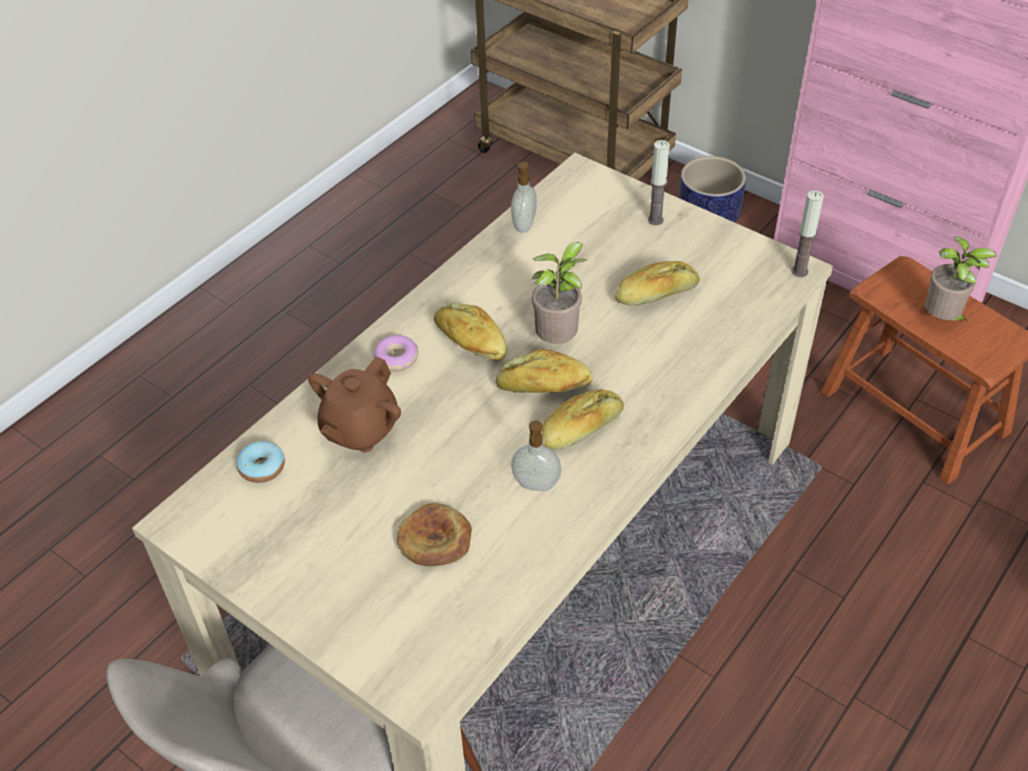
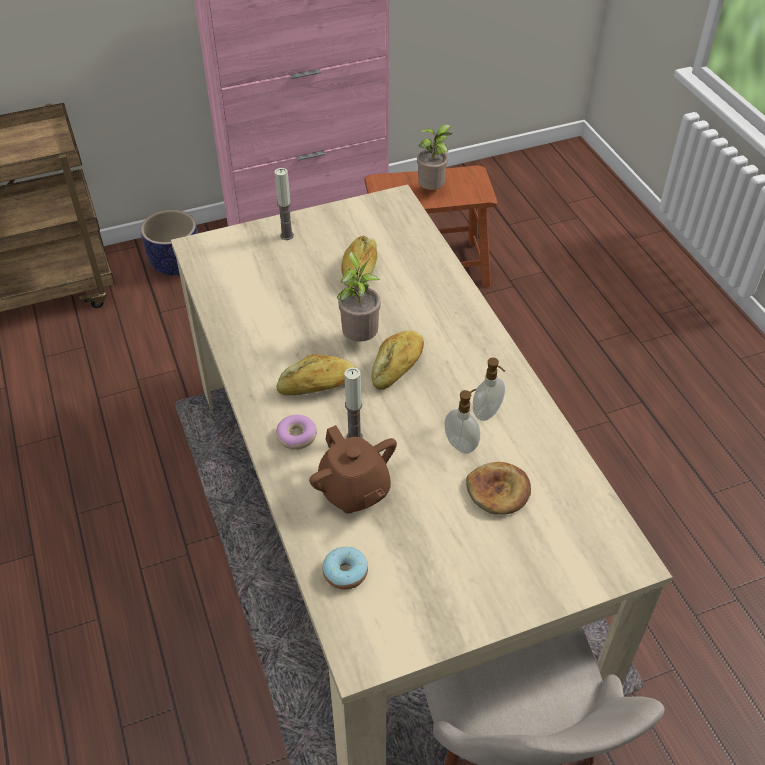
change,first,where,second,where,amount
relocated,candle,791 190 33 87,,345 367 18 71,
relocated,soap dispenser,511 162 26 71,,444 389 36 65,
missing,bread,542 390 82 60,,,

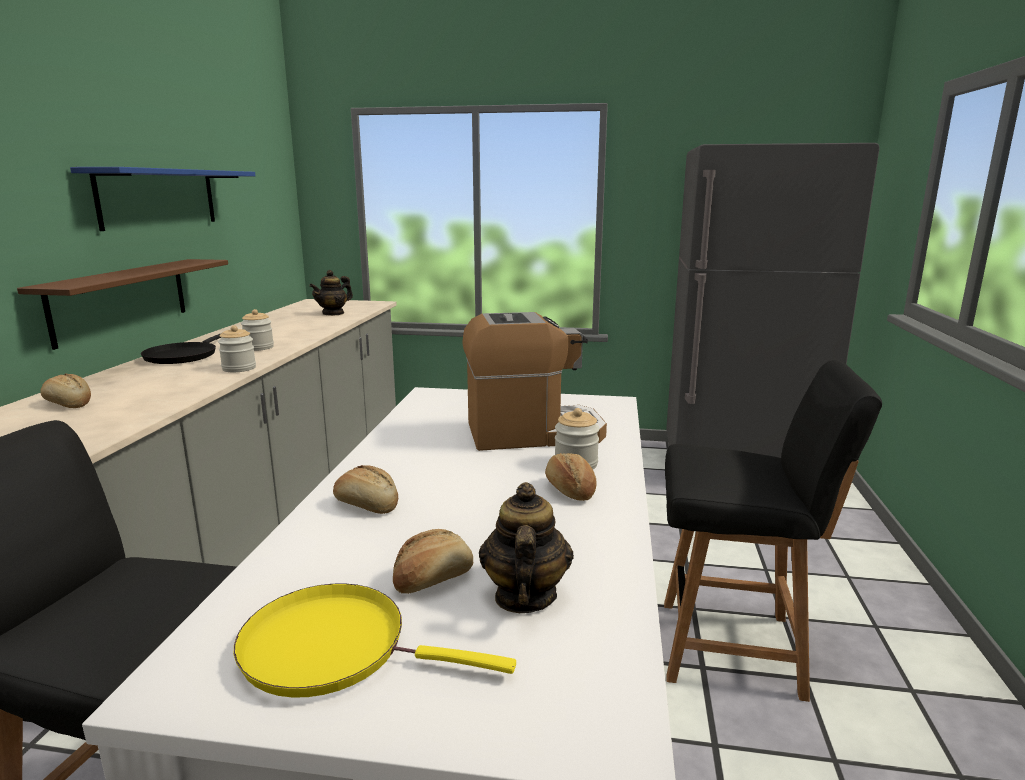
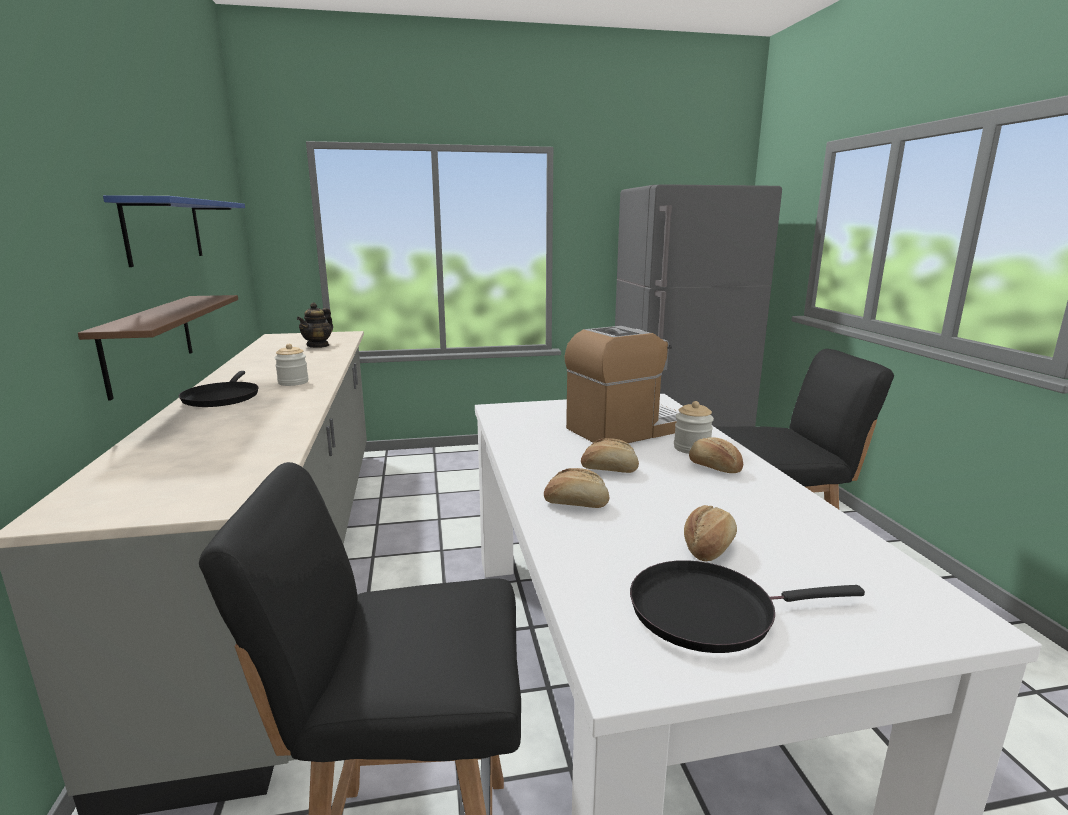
change,first,where,second,where,amount
relocated,bread,40 374 51 34,,581 438 58 35,
colour,frying pan (yellow),234 583 282 115,frying pan (black),630 560 235 93,
missing,jar,218 325 38 47,,,
missing,teapot,479 482 95 131,,,

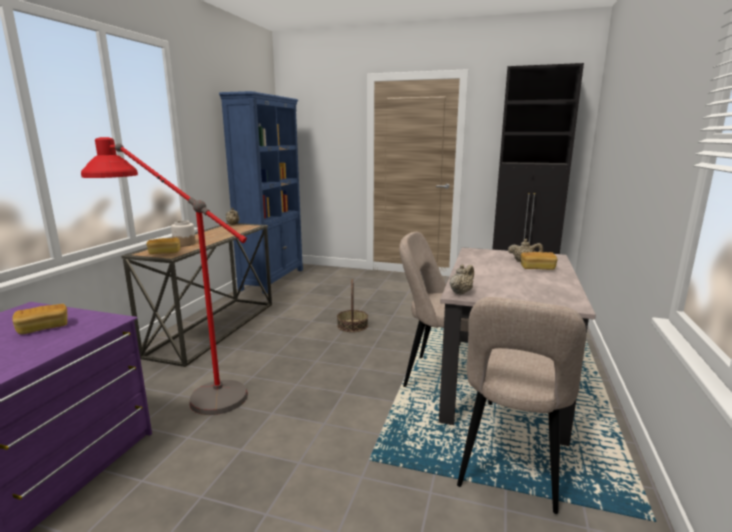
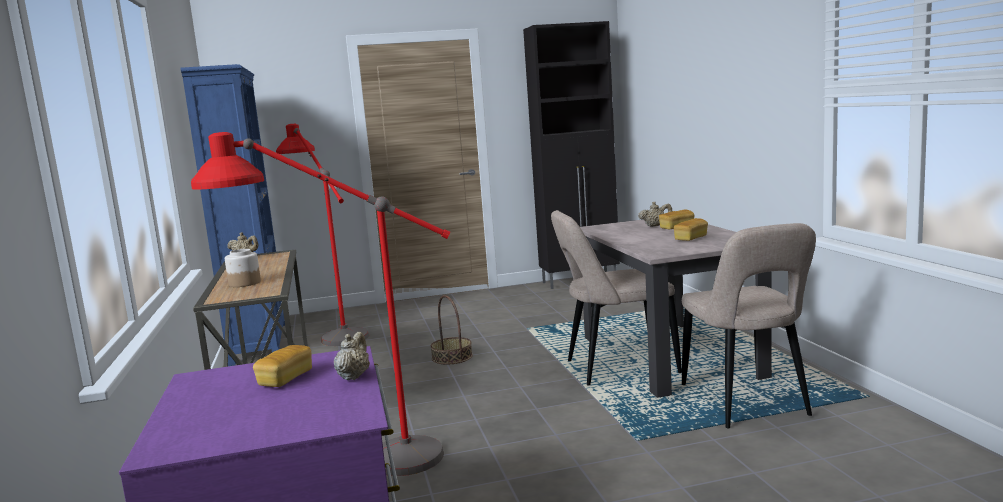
change,first,where,second,where,amount
appeared,,,floor lamp (red),276 124 93 222,
relocated,teapot (beige),450 264 24 31,,334 332 36 48,
relocated,bread,146 238 34 16,,674 218 34 23,

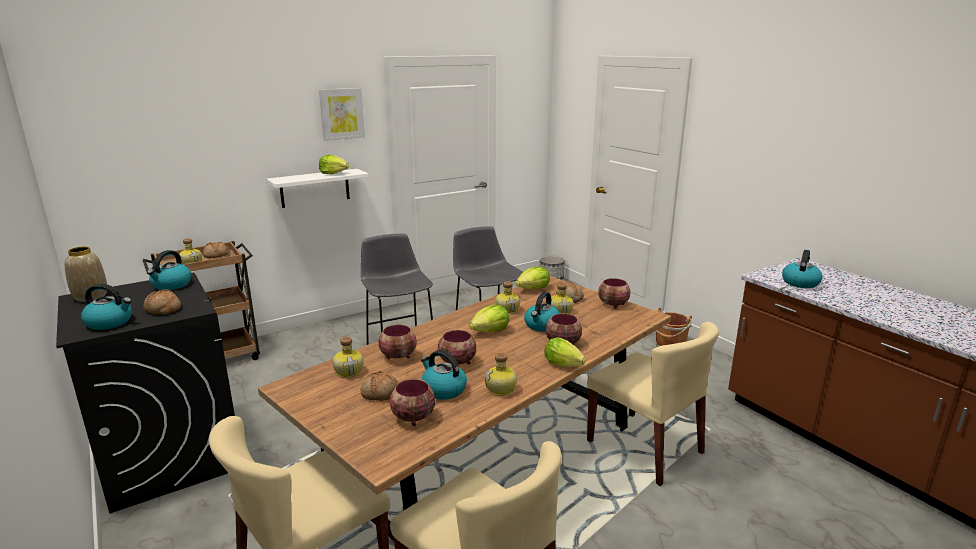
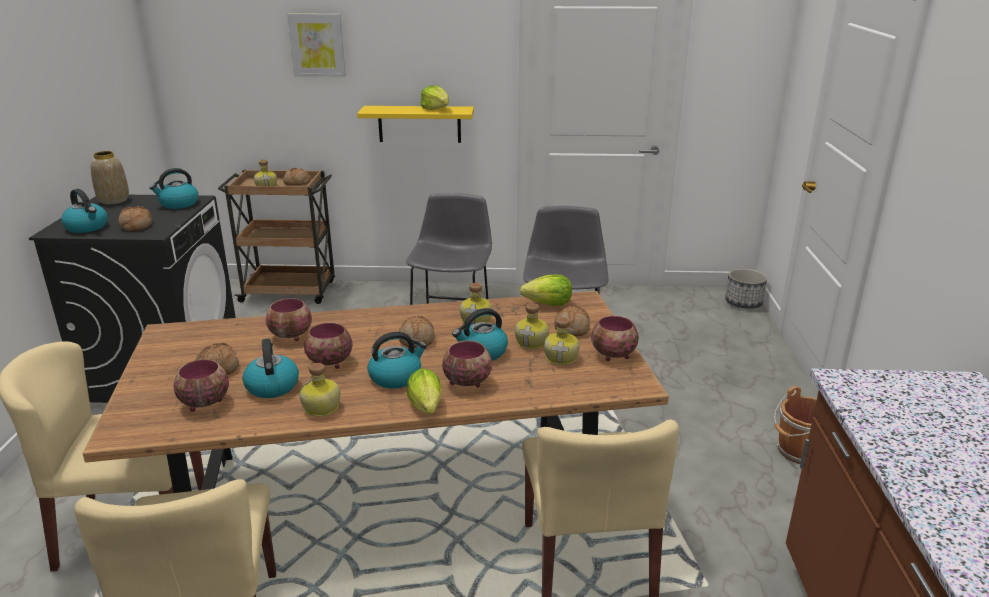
change,first,where,second,where,amount
relocated,picture,319 88 46 53,,287 14 59 63,
colour,shelf (white),266 169 103 39,shelf (yellow),357 106 117 37,
relocated,kettle,782 250 41 38,,367 332 60 57,
exchanged,lettuce,469 305 41 27,bread,399 316 36 32,
relocated,bottle,332 337 32 41,,544 317 36 48,

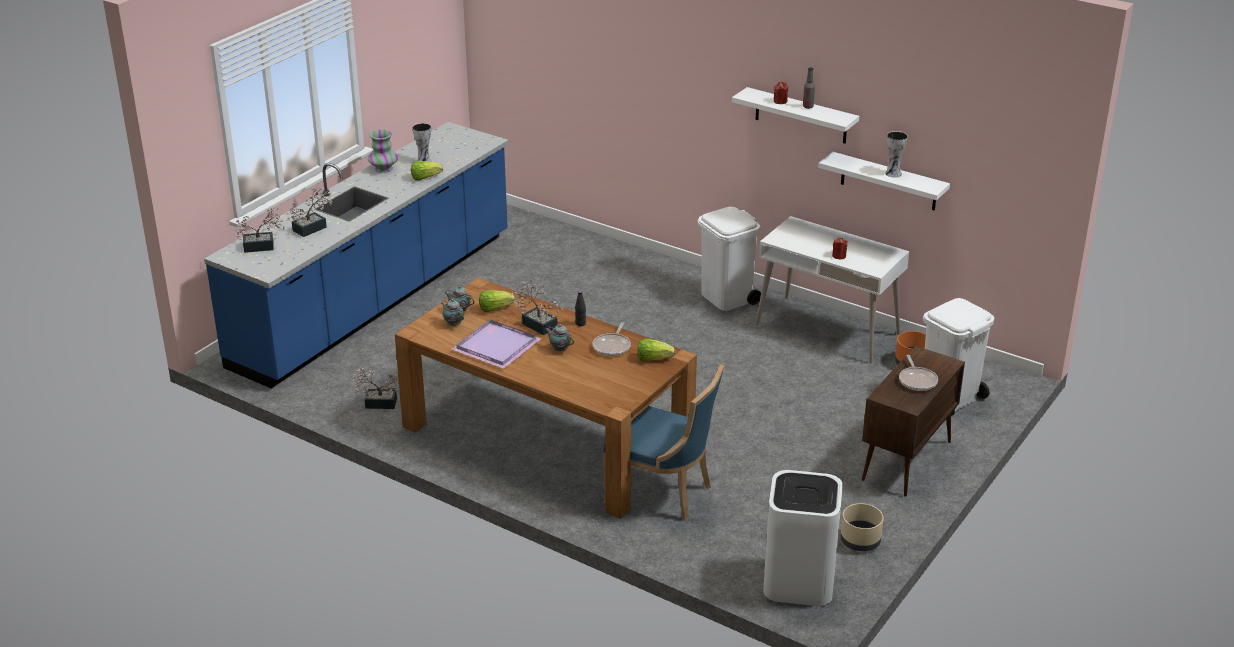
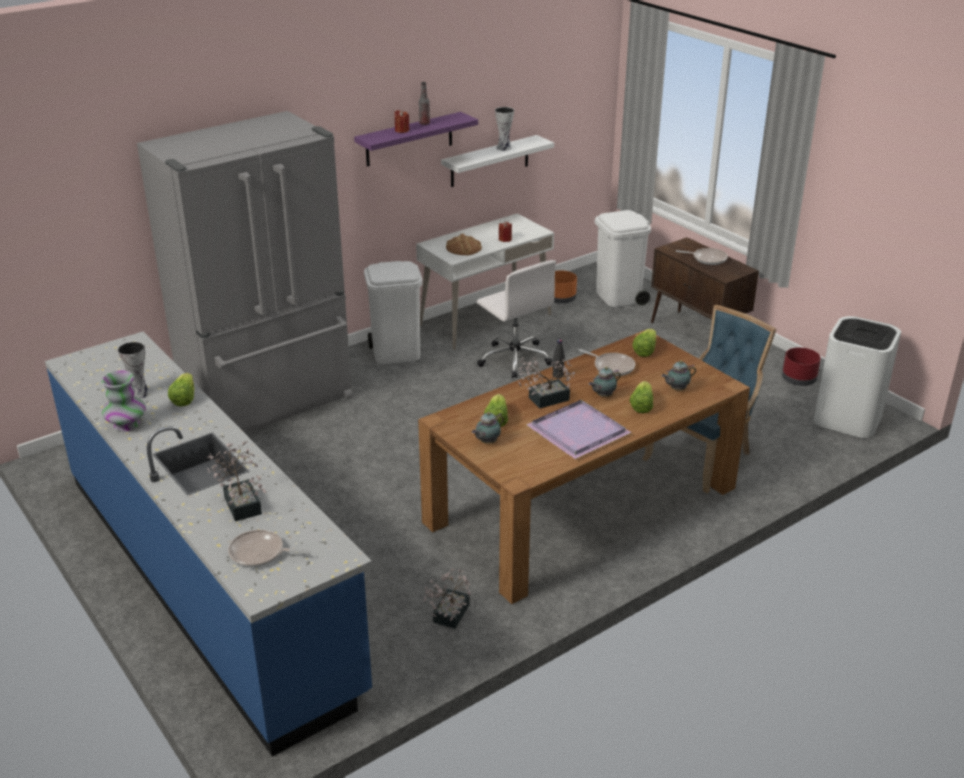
change,first,where,second,where,amount
appeared,,,fridge (grey),137 111 216 322,
exchanged,potted plant,233 208 52 45,frying pan,228 530 83 37,
colour,shelf (white),732 87 127 56,shelf (purple),354 112 124 55,
appeared,,,bread,446 234 36 21,
appeared,,,office chair (white),477 260 79 118,
appeared,,,lettuce,629 381 24 32,
relocated,teapot,442 299 22 27,,662 360 34 30,
colour,planter (beige),841 503 42 48,planter (red),782 347 39 39,

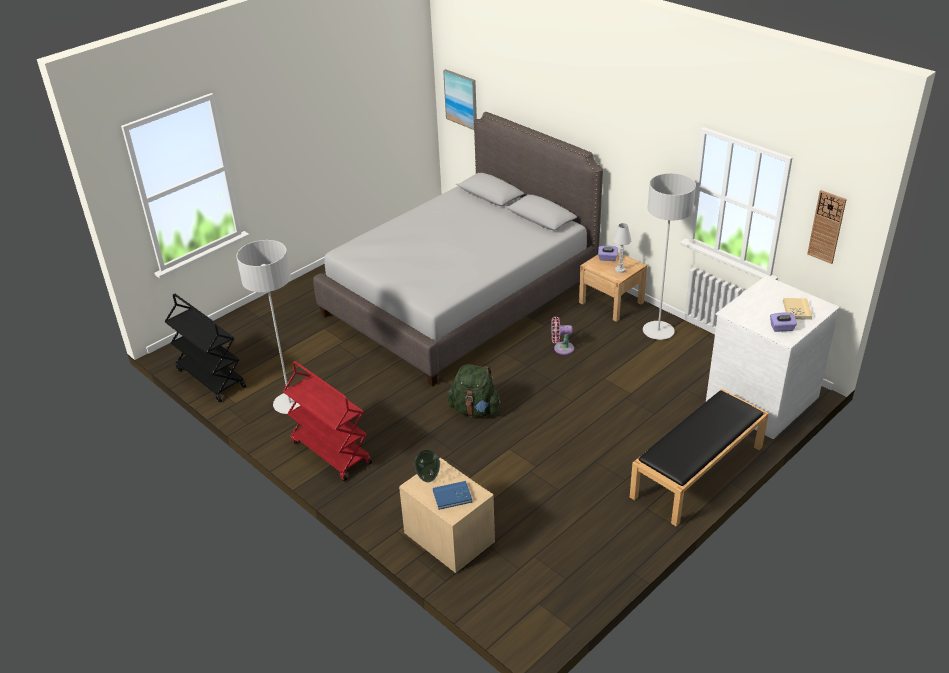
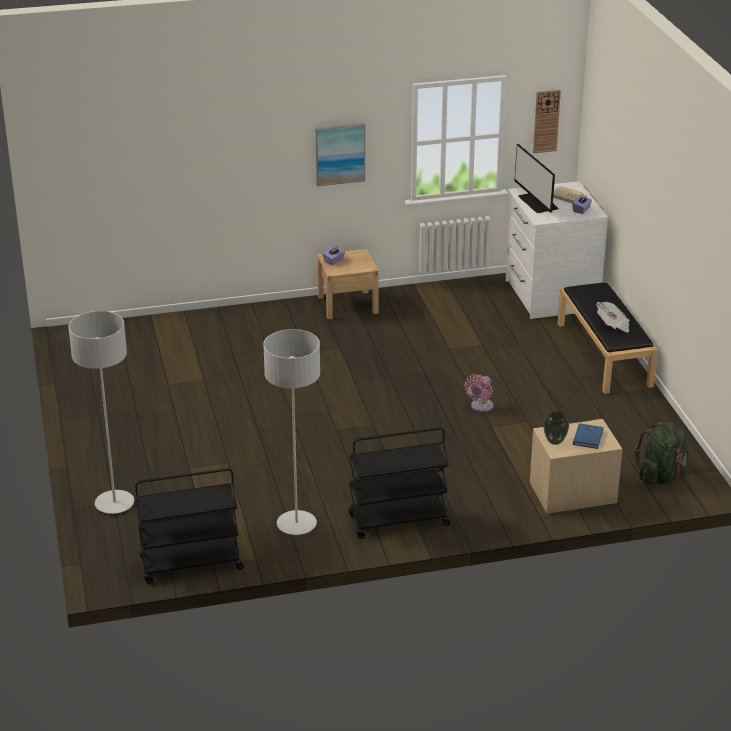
change,first,where,second,where,amount
relocated,floor lamp (grey),643 173 53 167,,68 311 66 203,
relocated,picture,443 69 34 61,,315 123 50 63,
colour,cart (red),283 361 89 120,cart (black),348 427 102 112,
relocated,fan (pink),551 317 23 38,,465 374 29 38,
appeared,,,monitor,514 144 44 69,
appeared,,,newspaper,596 302 34 31,
relocated,backpack (green),448 364 53 53,,634 422 55 63,
missing,bed (grey),313 112 290 274,,,
missing,table lamp (white),613 223 19 50,,,

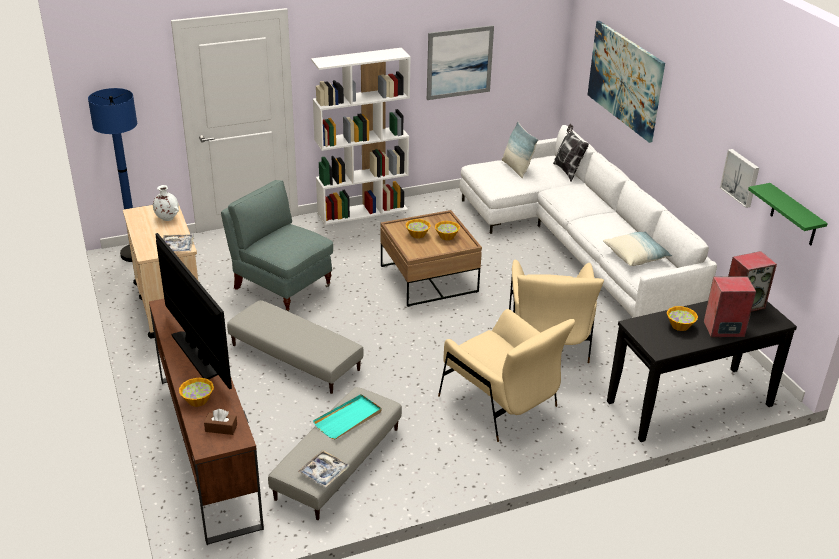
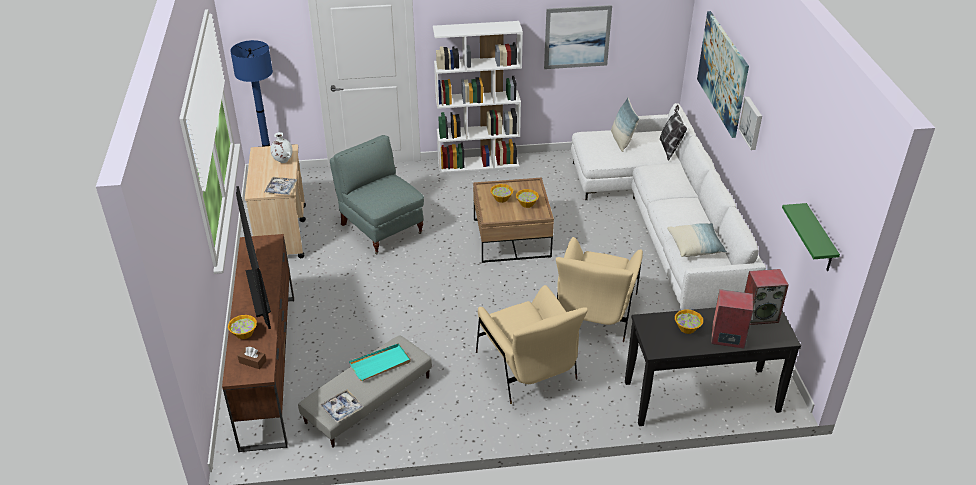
change,first,where,second,where,amount
relocated,picture,720 149 39 59,,738 96 24 54,
missing,ottoman (grey),227 300 136 94,,,

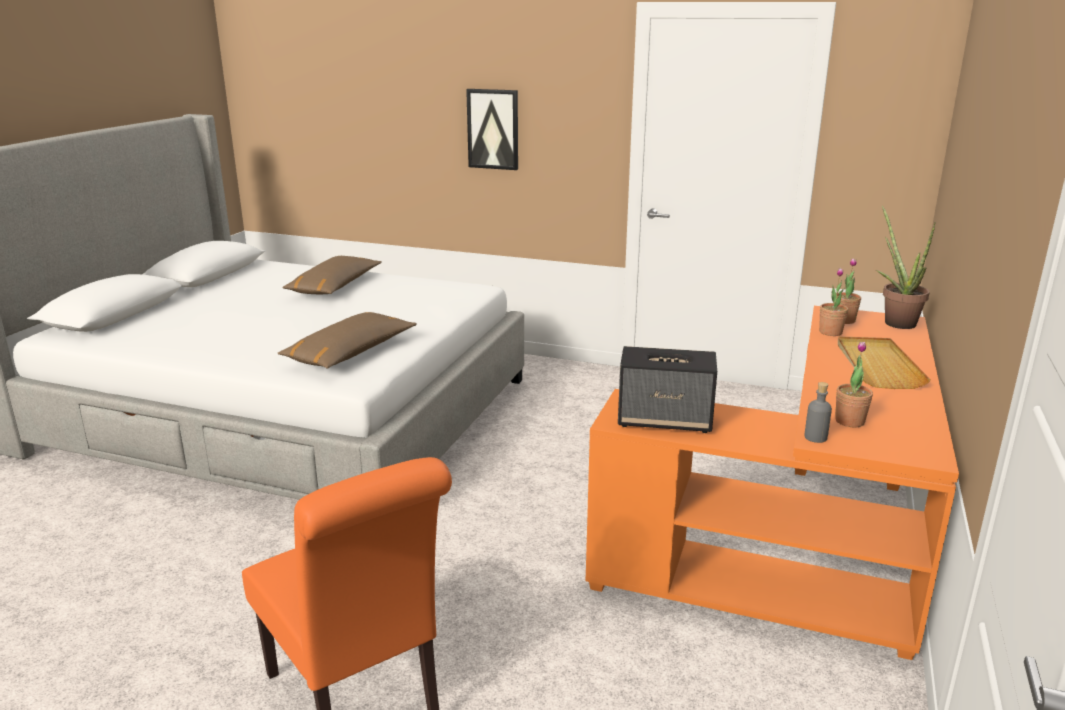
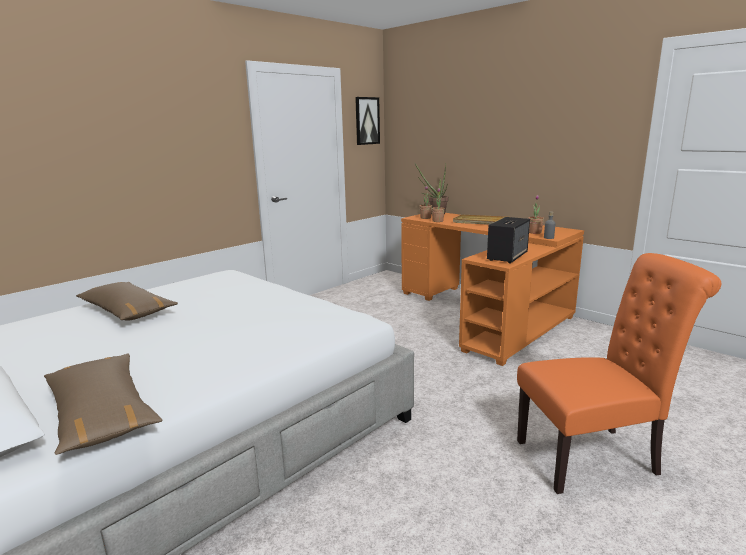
change,first,where,second,where,amount
relocated,pillow (brown),277 312 140 57,,44 353 119 102,
relocated,picture,466 89 52 81,,355 97 25 48,

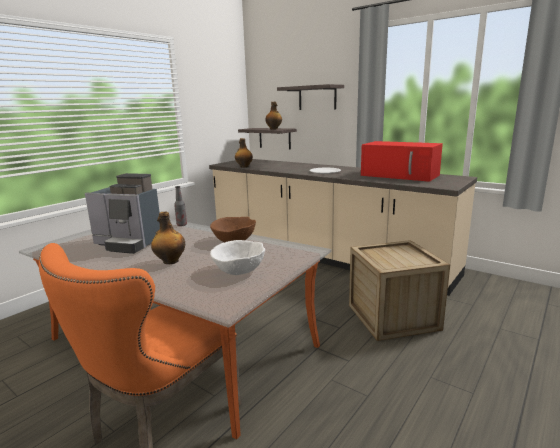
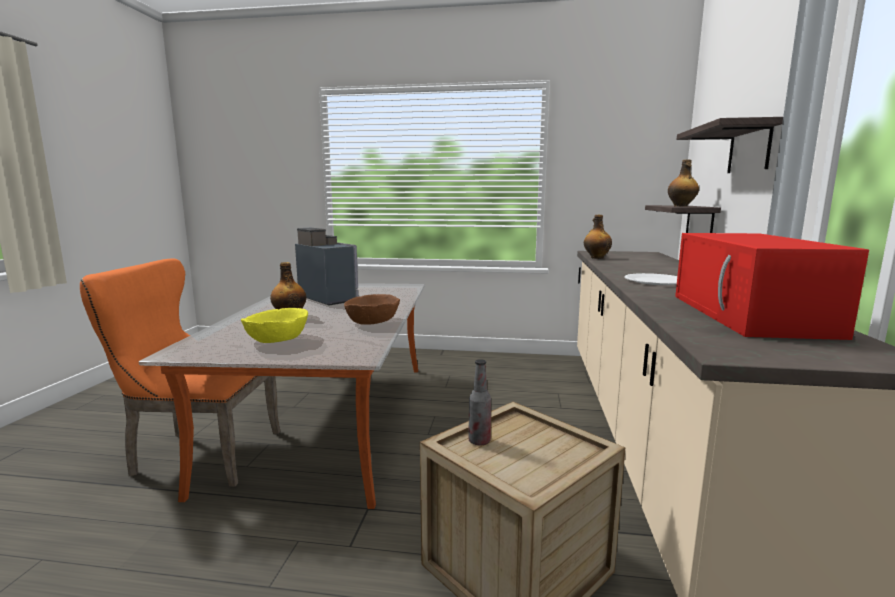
change,first,where,second,where,amount
colour,bowl (white),210 240 55 35,bowl (yellow),241 308 67 35,
spun,coffee machine,85 173 75 81,,295 228 64 78,150 degrees clockwise
relocated,bottle,174 186 13 40,,468 359 23 86,

